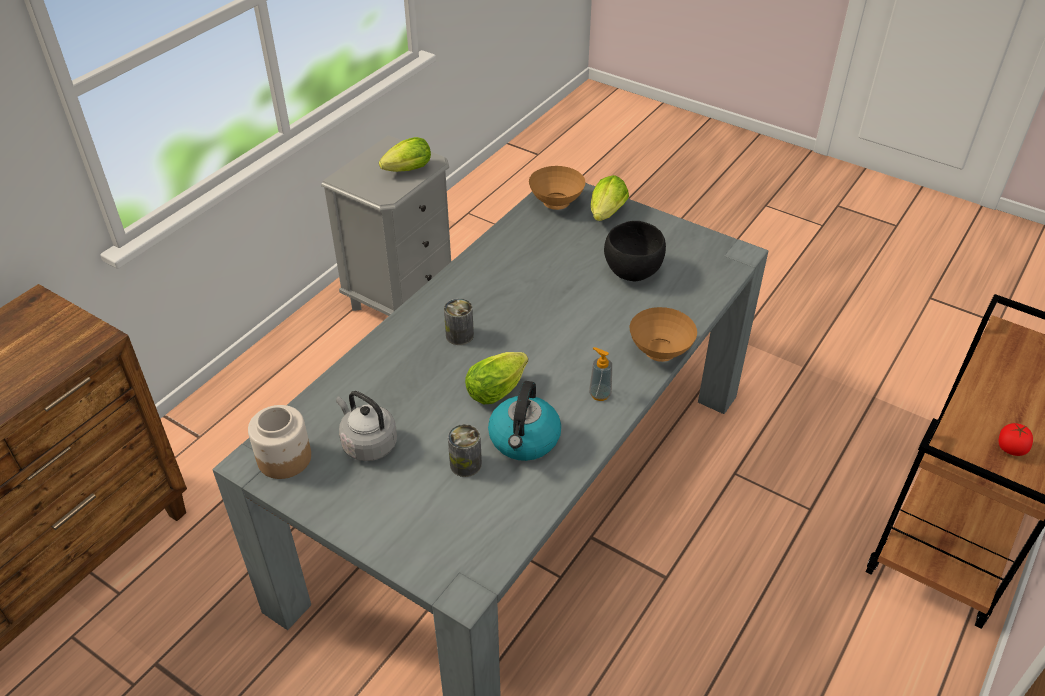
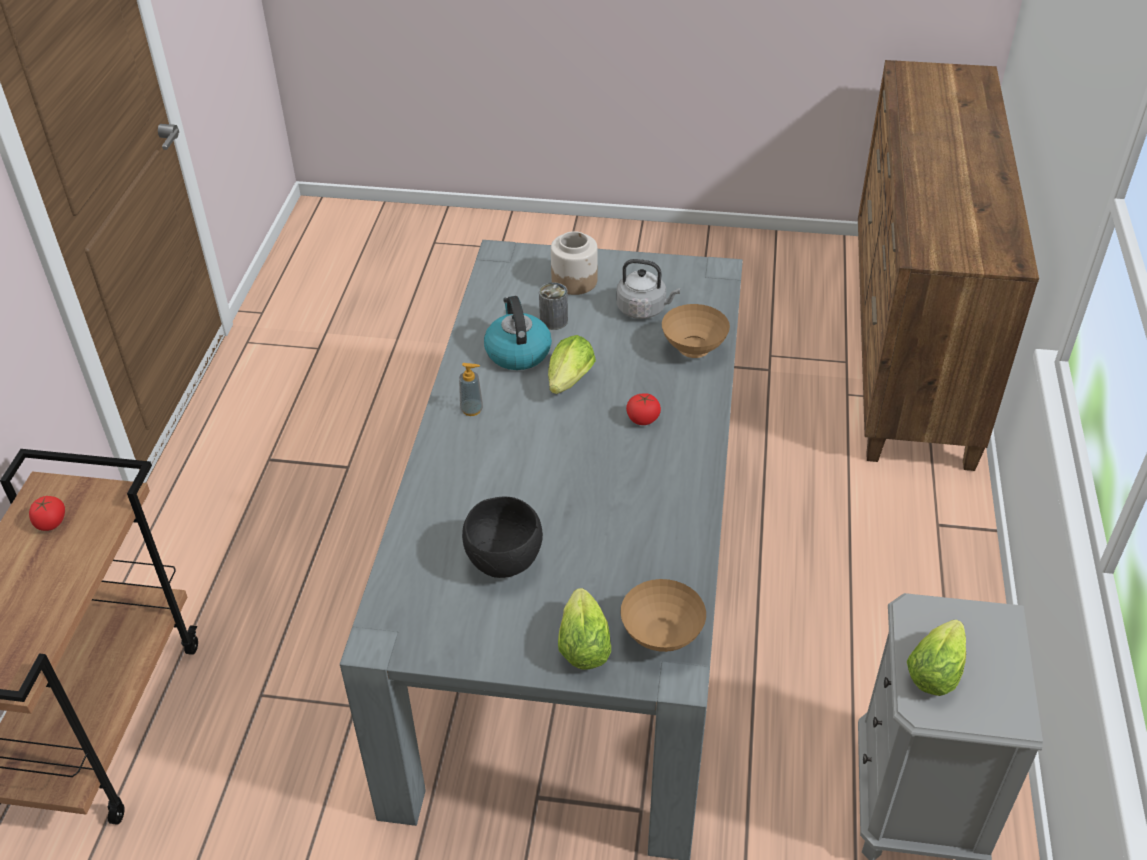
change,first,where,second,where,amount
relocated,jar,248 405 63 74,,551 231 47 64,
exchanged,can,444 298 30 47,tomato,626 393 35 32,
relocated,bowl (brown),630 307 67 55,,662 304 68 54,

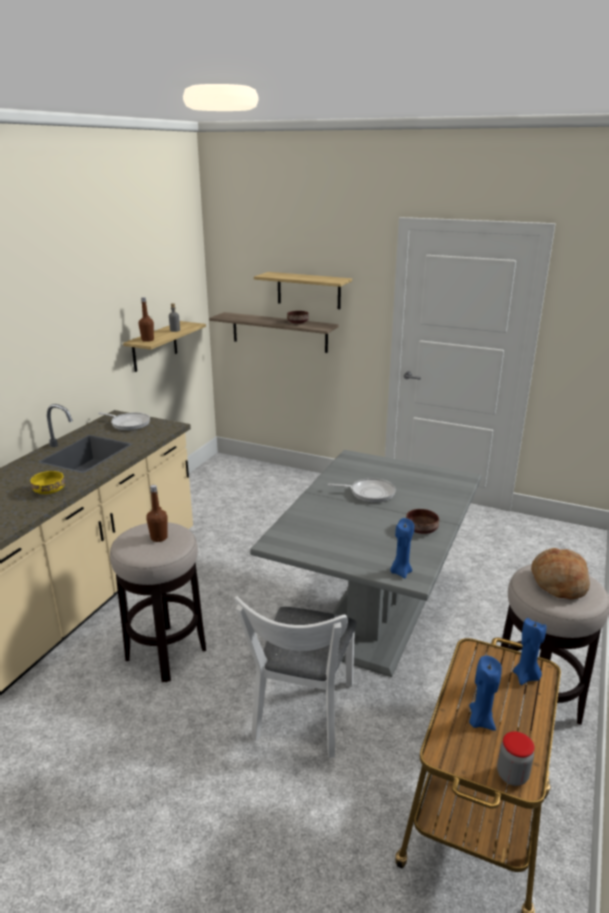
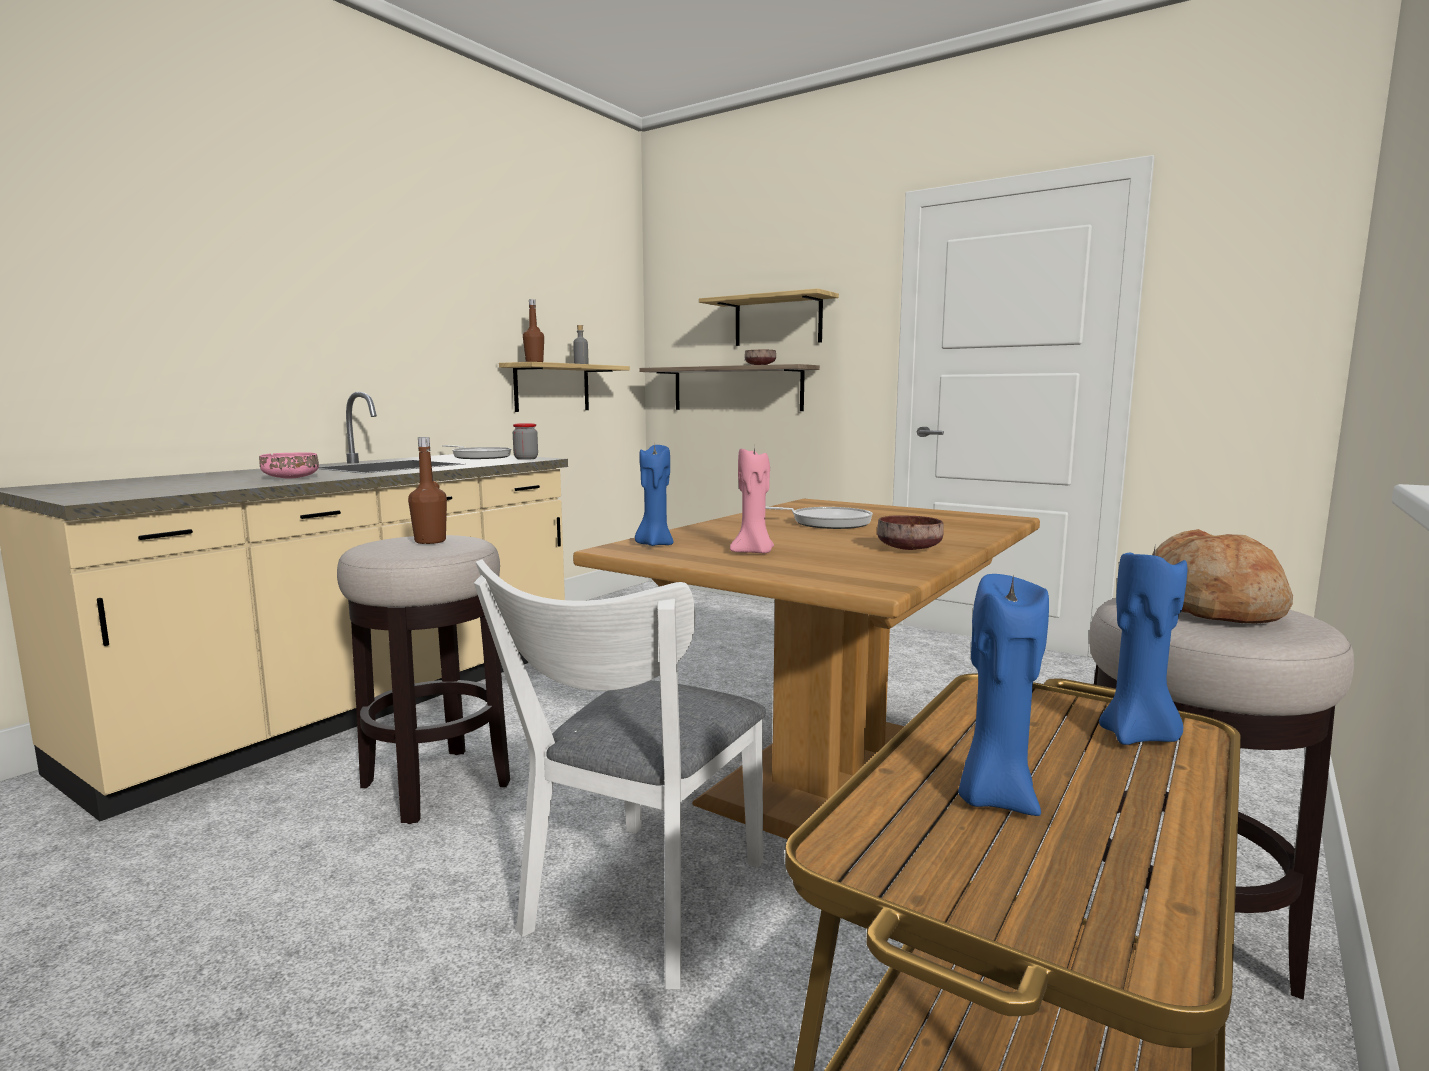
change,first,where,second,where,amount
colour,bowl (yellow),30 471 35 23,bowl (pink),259 452 60 27,
relocated,jar,497 731 37 55,,513 423 25 37,
colour,dining table (grey),250 450 231 227,dining table (brown),573 499 467 340,
relocated,candle (blue),390 518 24 60,,635 443 38 103,
appeared,,,candle (pink),730 446 44 107,

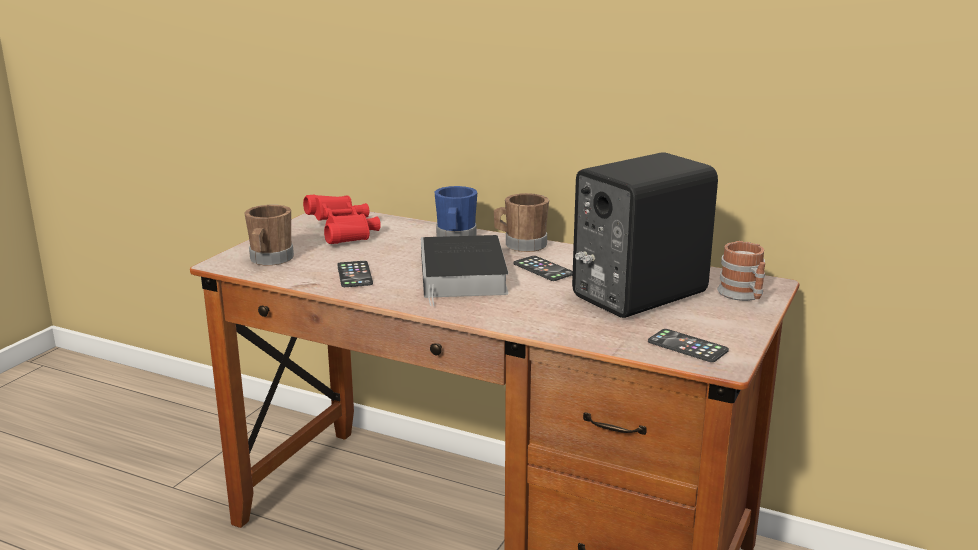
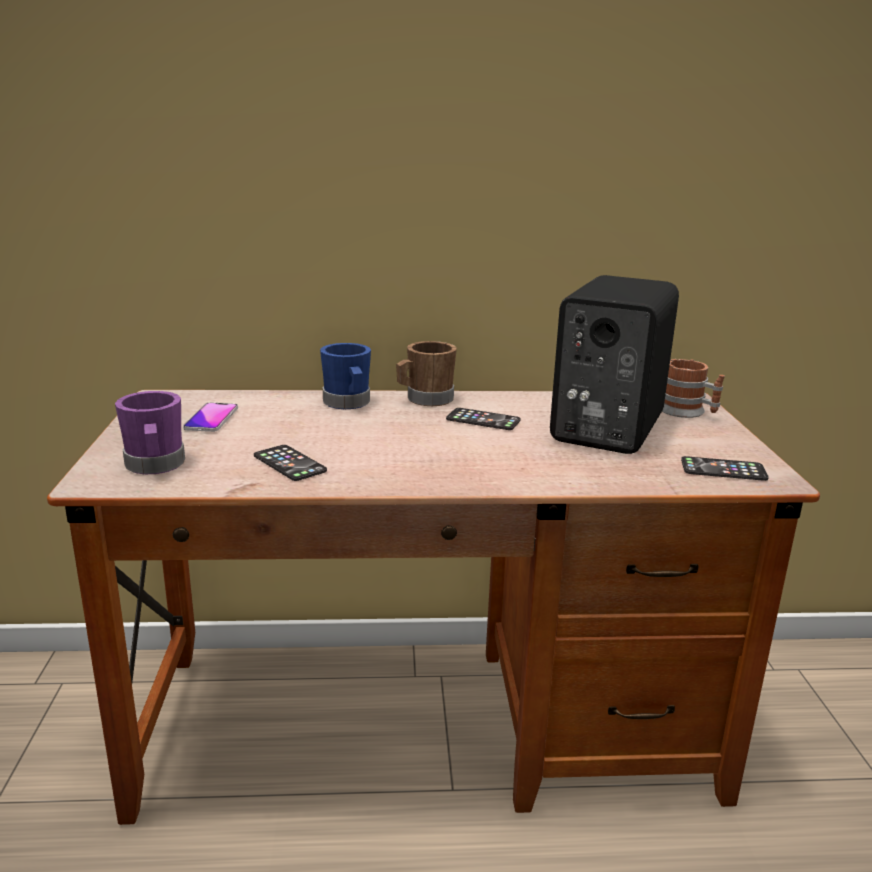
change,first,where,second,where,amount
colour,mug (brown),245 205 49 61,mug (purple),115 391 70 83,
exchanged,binoculars (red),303 195 78 49,phone,183 402 55 30,
missing,book,421 235 88 71,,,

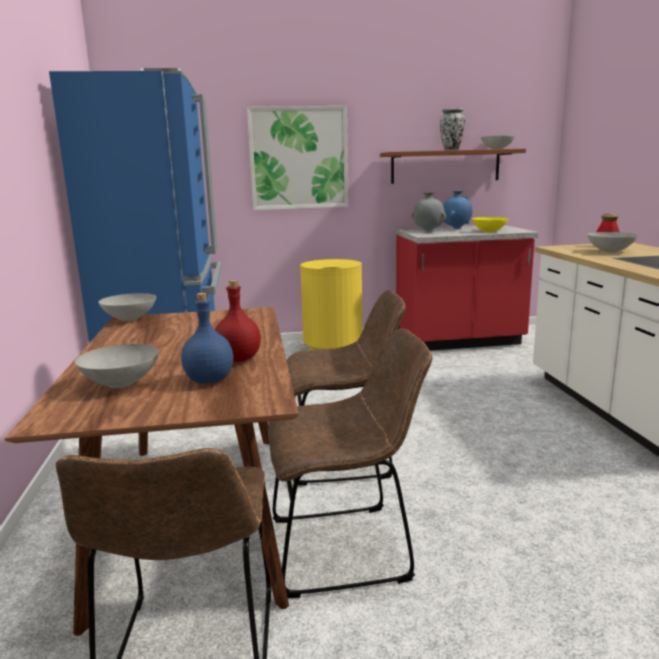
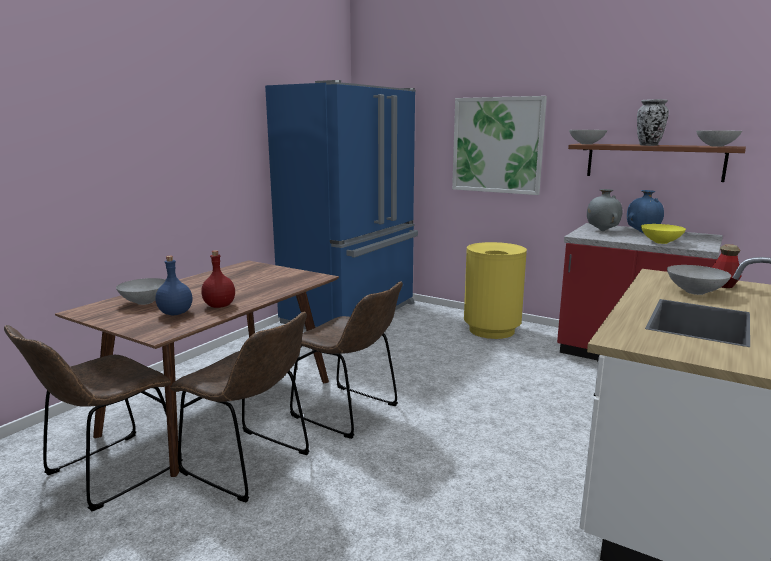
change,first,where,second,where,amount
relocated,bowl (grey),99 293 57 28,,569 130 38 14,

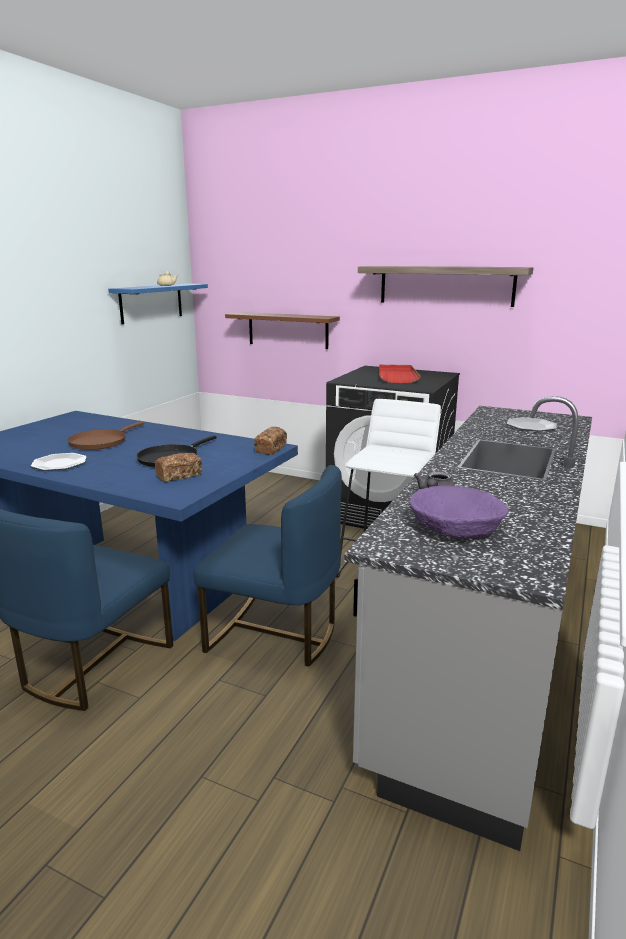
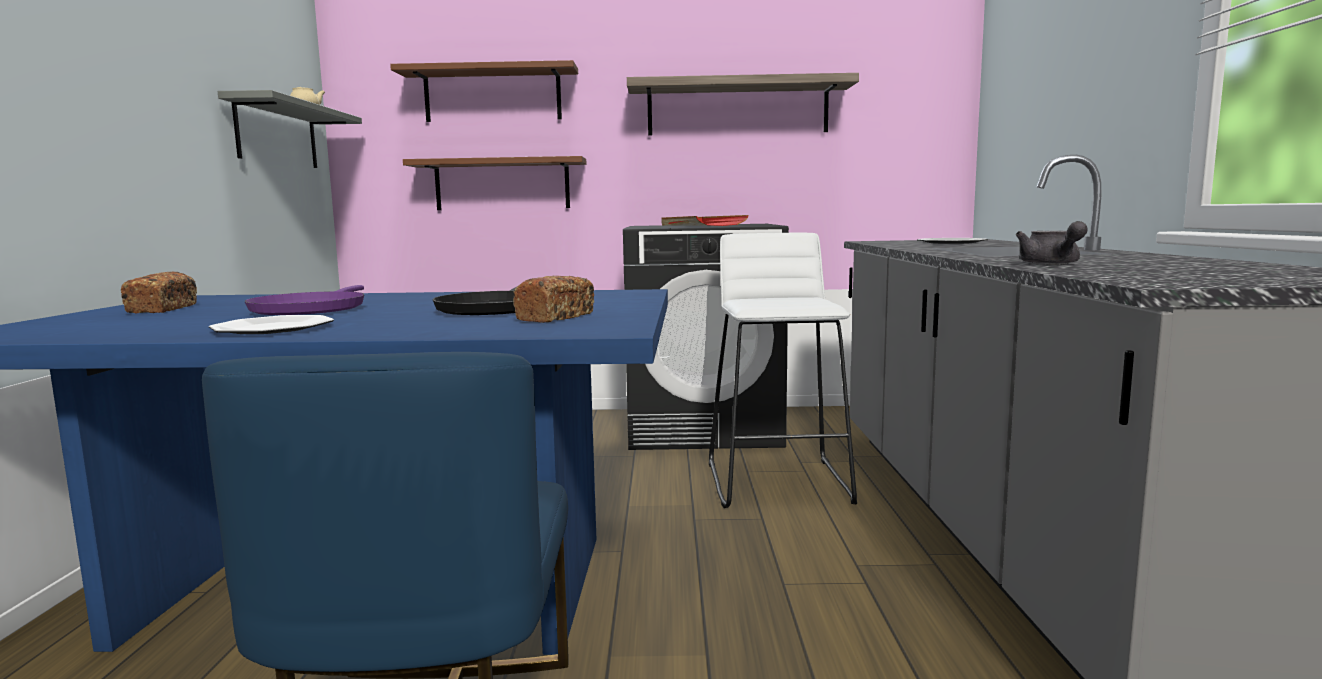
change,first,where,second,where,amount
relocated,bread,254 427 33 28,,121 271 76 42,
colour,shelf (blue),108 284 100 40,shelf (grey),218 90 144 78,
colour,frying pan (brown),68 421 76 29,frying pan (purple),244 285 121 30,
appeared,,,shelf (brown),390 60 188 62,
missing,chair (blue),193 465 149 202,,,
missing,bowl (purple),409 485 99 54,,,

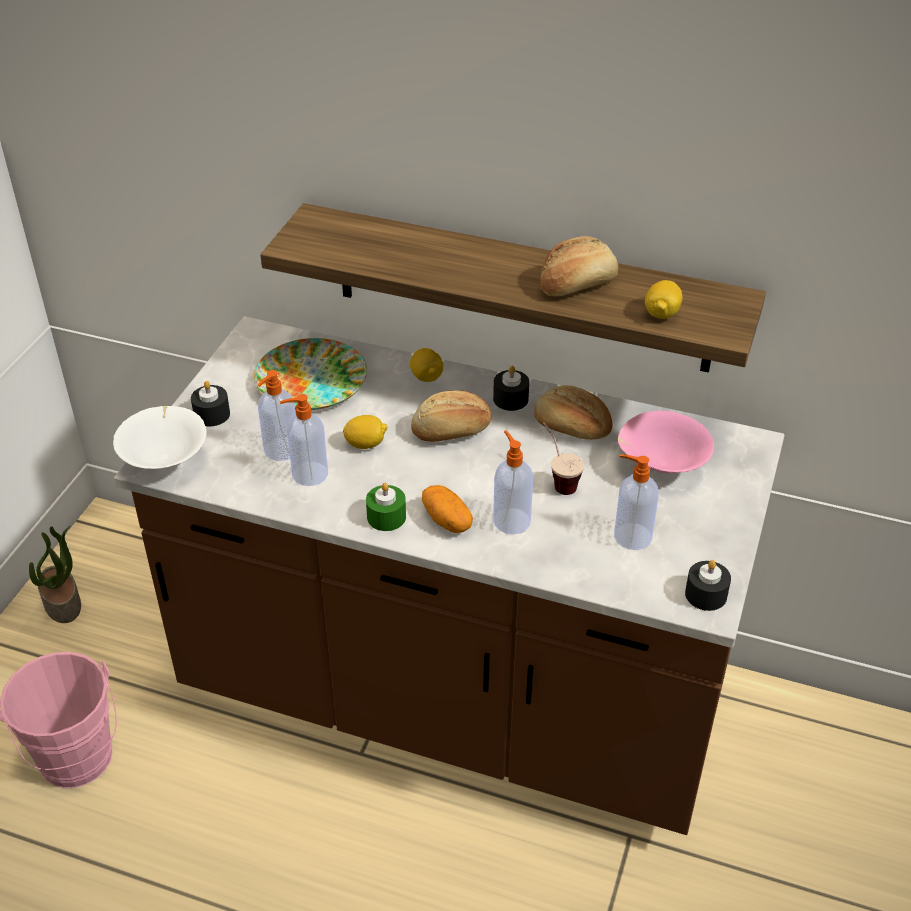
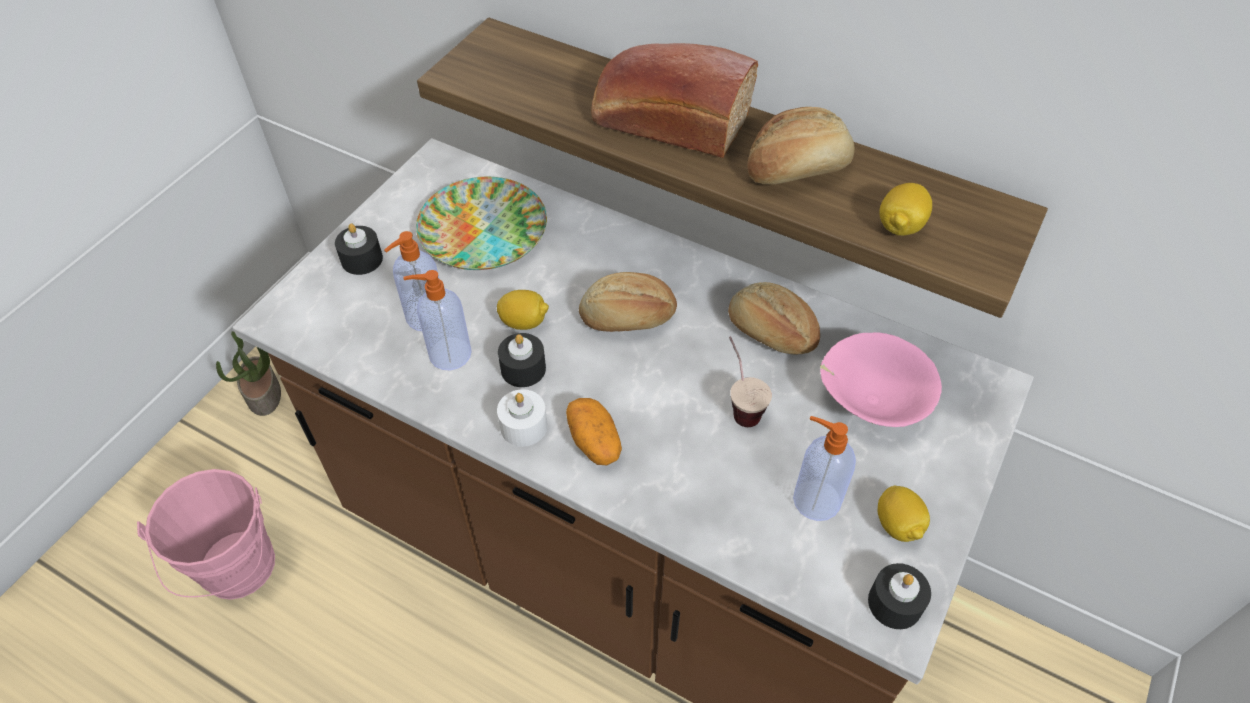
change,first,where,second,where,amount
colour,candle (green),366 483 40 48,candle (white),497 389 50 58,
relocated,candle (black),493 366 36 45,,498 333 48 54,
appeared,,,bread,591 43 167 115,
relocated,lemon,410 348 33 34,,877 486 53 56,
missing,bowl (white),113 406 94 63,,,
missing,soap dispenser,493 430 40 104,,,

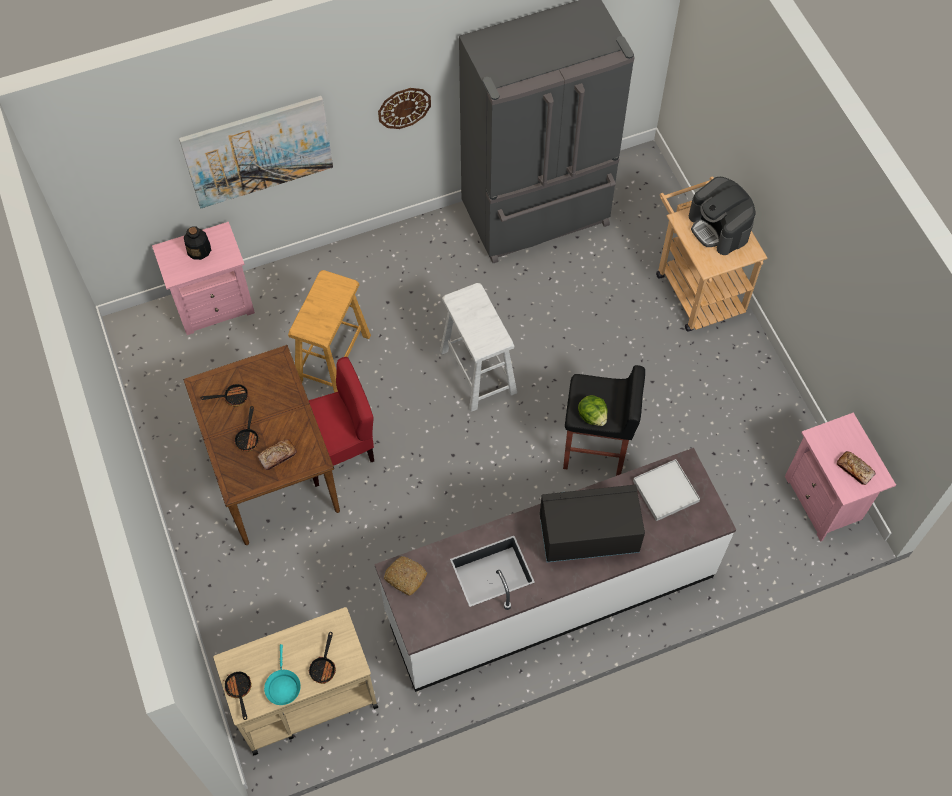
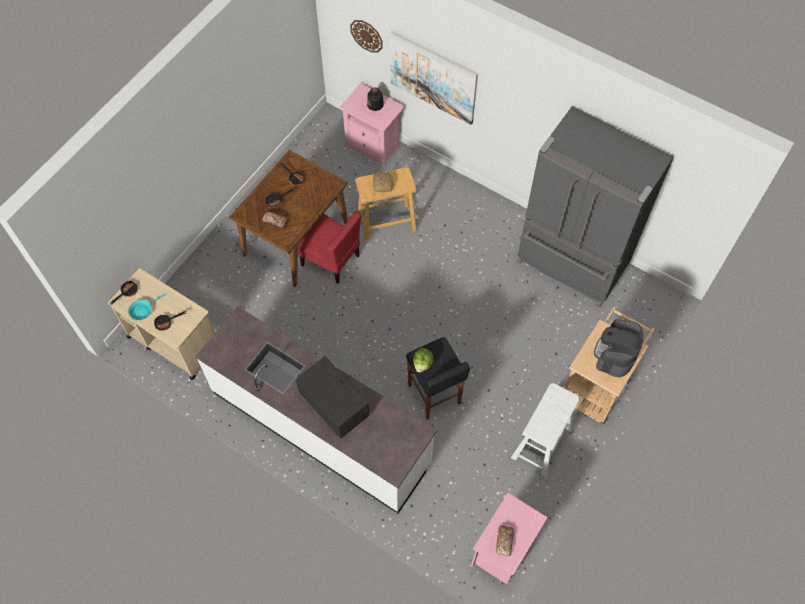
change,first,where,second,where,amount
relocated,wall clock,378 88 53 41,,350 20 33 32,
relocated,bread,384 556 44 40,,373 172 20 20,
relocated,stool (white),440 283 77 129,,511 383 69 94,
missing,tray (white),633 459 67 62,,,

